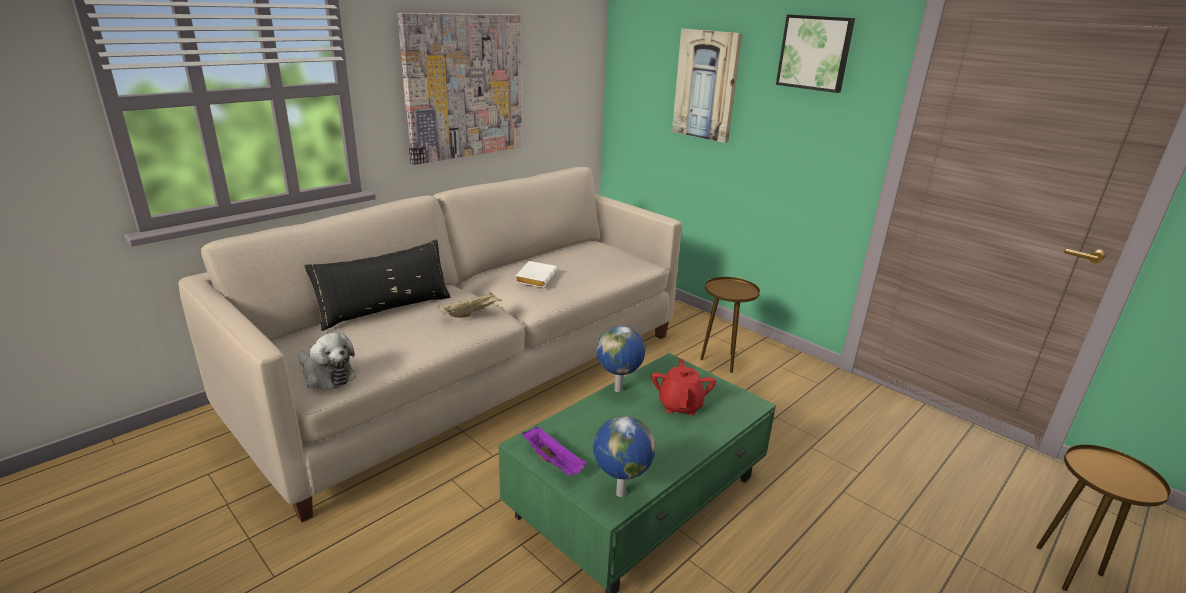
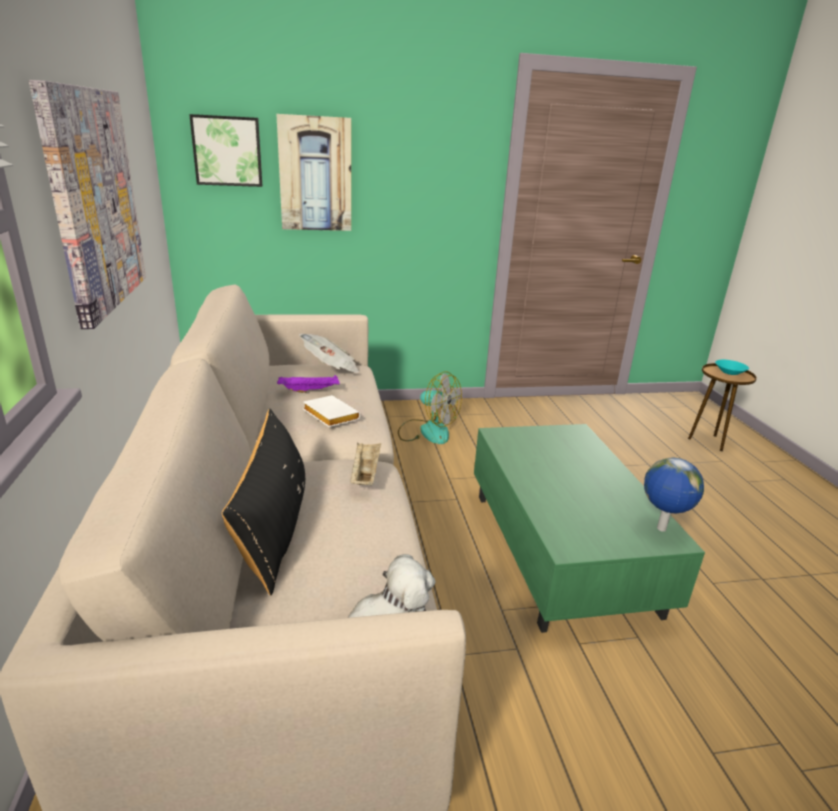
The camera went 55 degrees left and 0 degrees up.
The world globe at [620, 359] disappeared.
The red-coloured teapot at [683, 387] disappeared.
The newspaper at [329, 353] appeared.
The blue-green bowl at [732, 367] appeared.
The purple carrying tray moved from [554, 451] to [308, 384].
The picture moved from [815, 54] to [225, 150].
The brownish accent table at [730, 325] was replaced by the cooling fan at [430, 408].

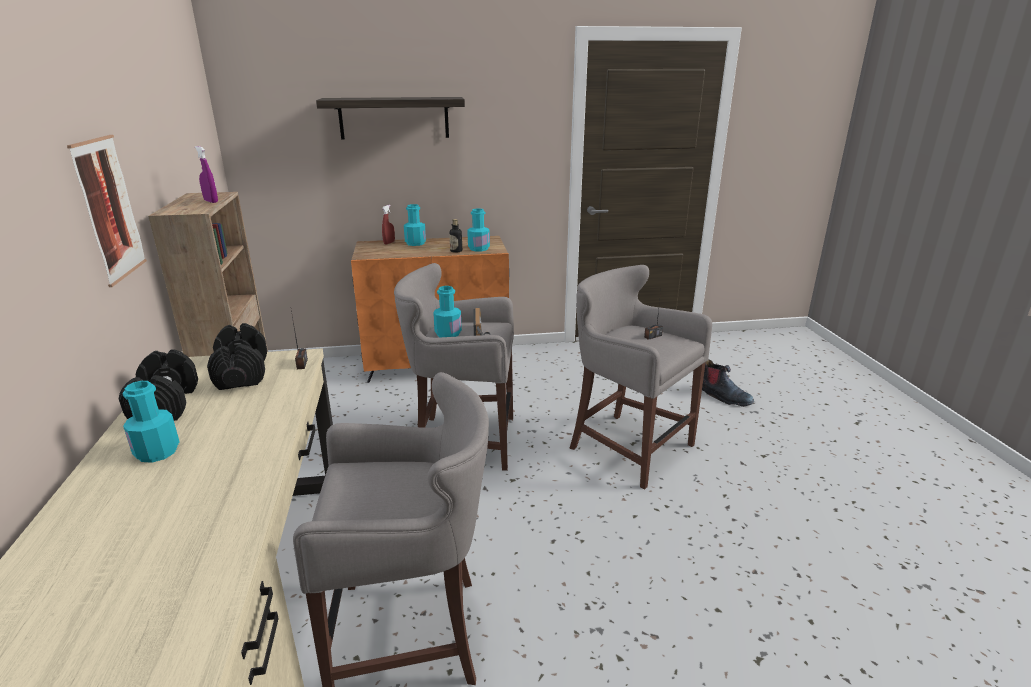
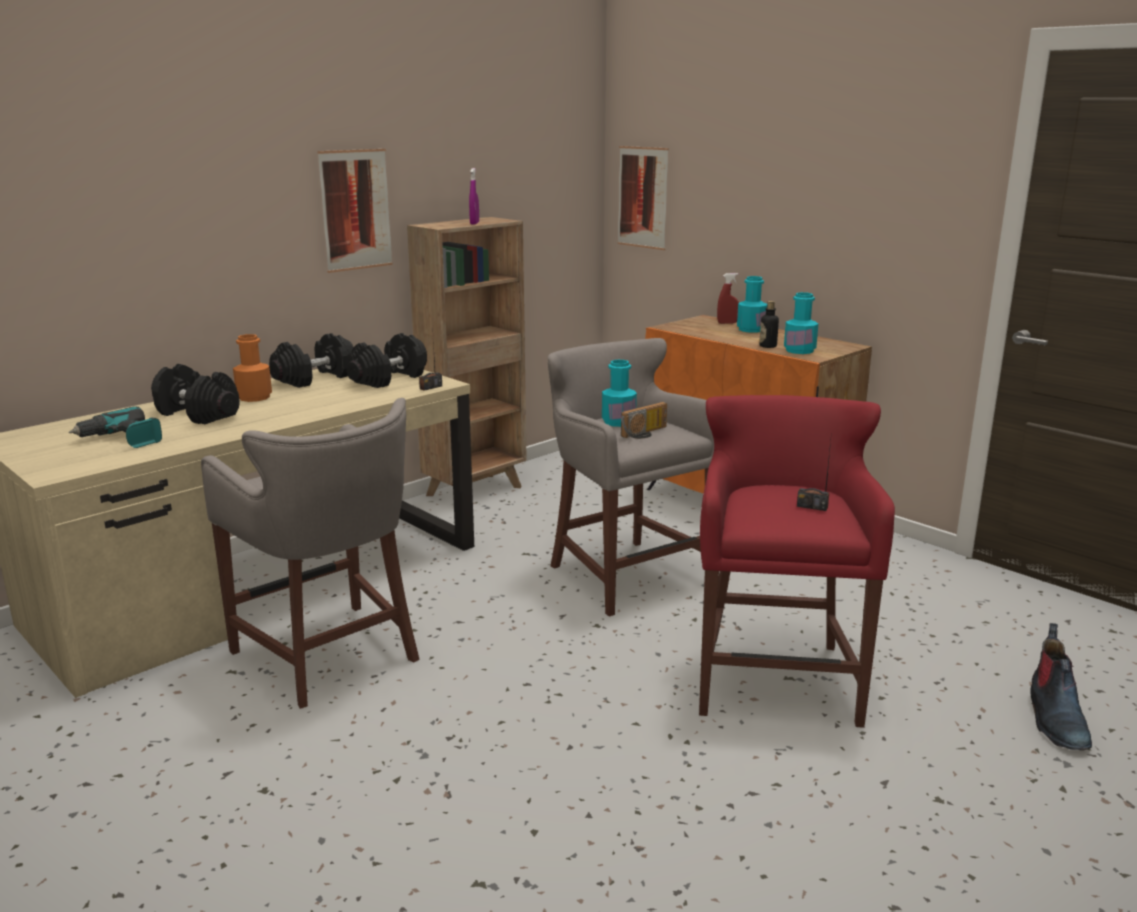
The camera went 55 degrees right and 5 degrees down.
The shelf at [390, 118] disappeared.
The drill at [115, 427] appeared.
The black-coloured dumbbell at [195, 394] appeared.
The picture at [643, 198] appeared.
The blue-green bottle at [151, 422] became the orangey bottle at [252, 368].
The greyish stool seat at [640, 377] became the red-coloured stool seat at [797, 561].

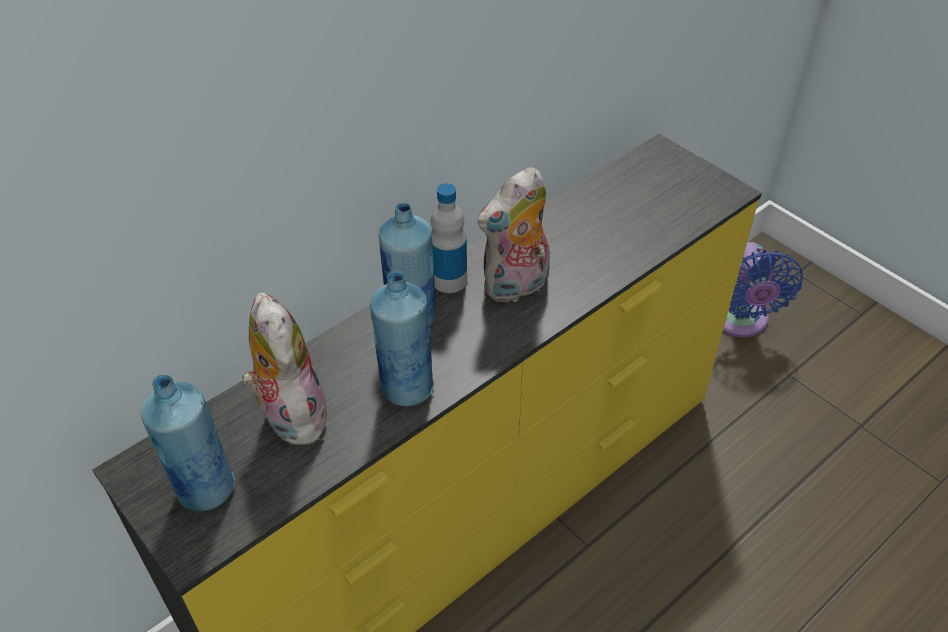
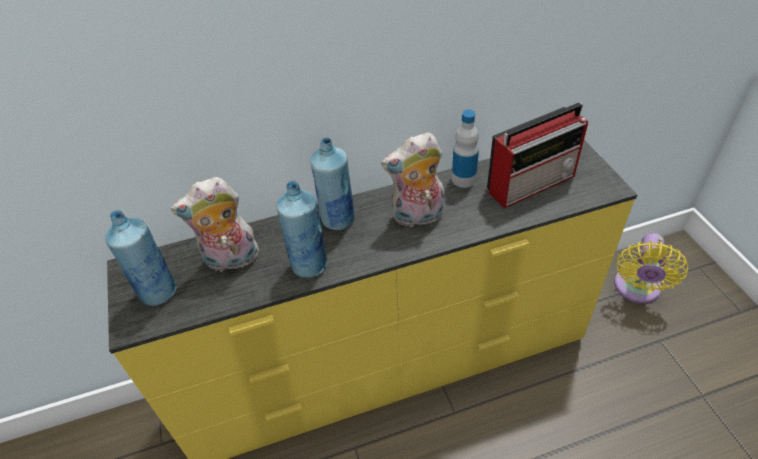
The camera went 25 degrees right and 0 degrees up.
The radio receiver at [537, 155] appeared.
The bottle moved from [449, 238] to [465, 149].
The bluish cooling fan at [763, 289] became the yellowish cooling fan at [651, 268].
The cuddly toy at [285, 368] turned 105 degrees counterclockwise.

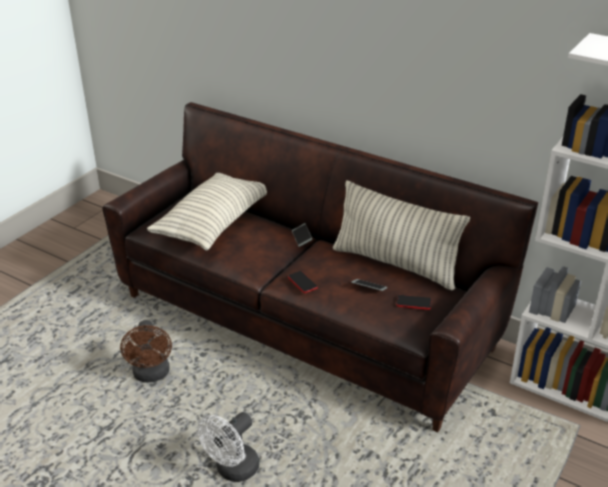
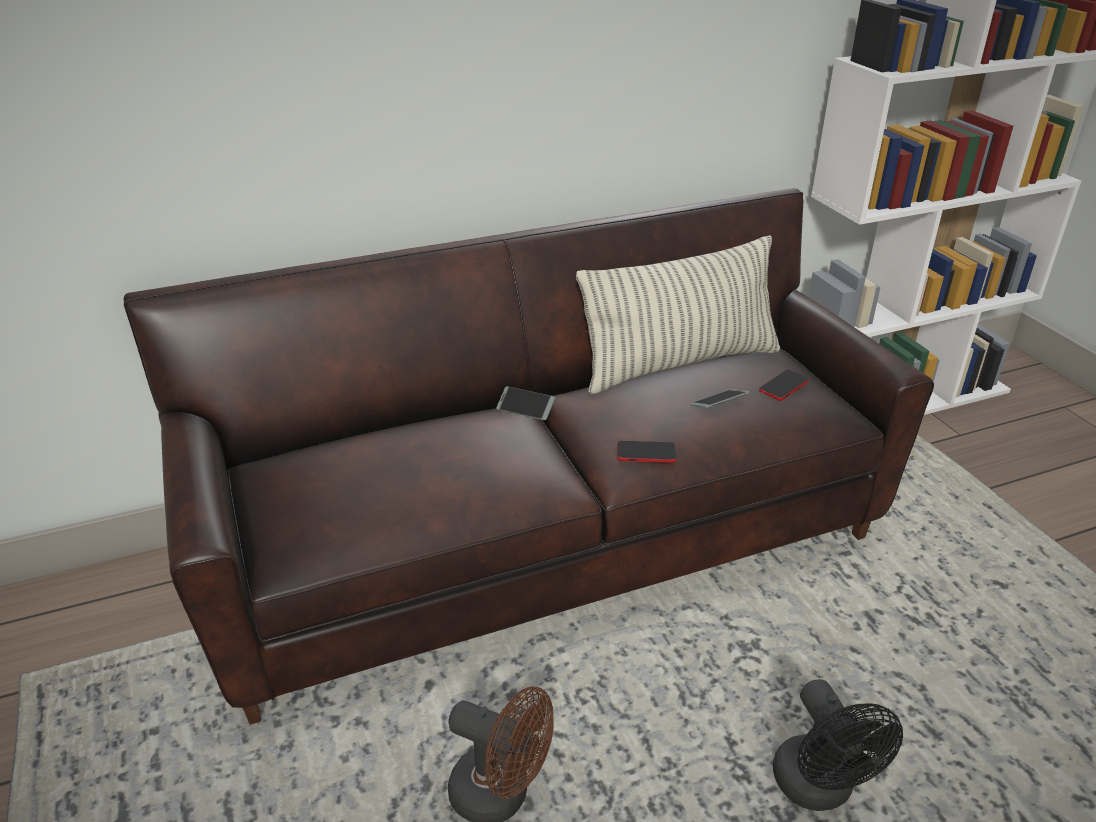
The camera went 55 degrees left and 0 degrees up.
The throw pillow at [207, 212] disappeared.
The white-coloured cooling fan at [228, 447] became the black-coloured cooling fan at [838, 745].

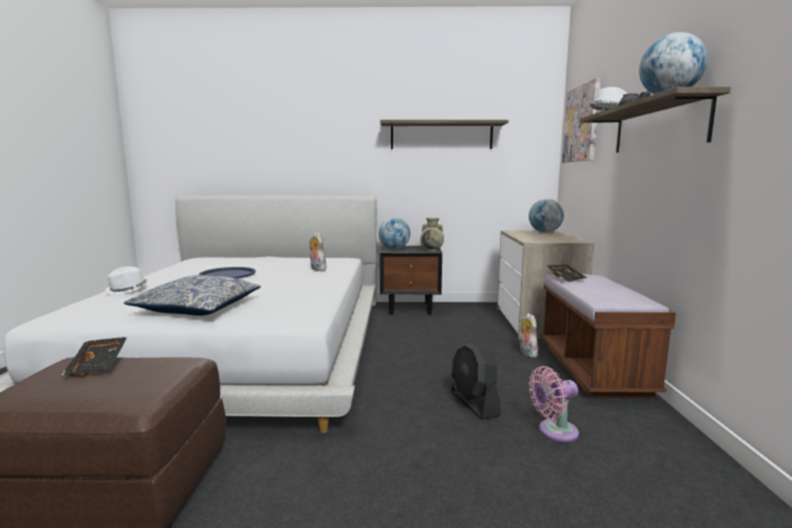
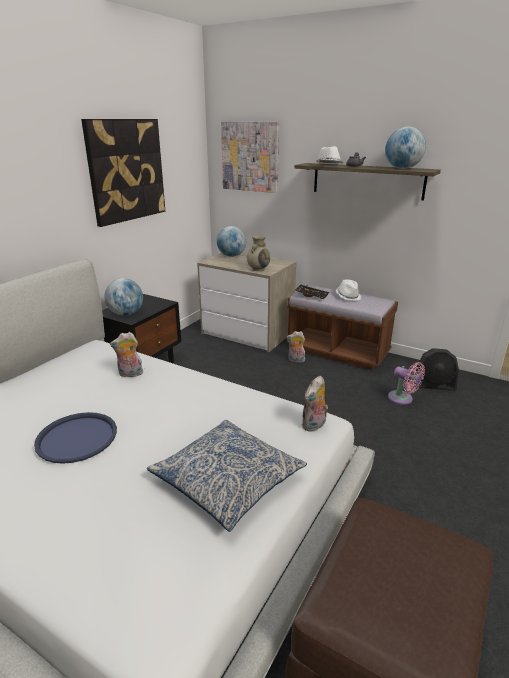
The camera went 60 degrees left and 15 degrees up.
The black-coloured carrying tray at [94, 357] disappeared.
The cuddly toy at [315, 403] appeared.
The white-coloured hat moved from [125, 280] to [348, 290].
The beige-coloured decorative vase moved from [432, 235] to [258, 253].
The black-coloured cooling fan moved from [476, 381] to [436, 369].
The shelf at [444, 134] was replaced by the picture at [123, 173].
The pink-coloured cooling fan at [554, 404] turned 60 degrees counterclockwise.

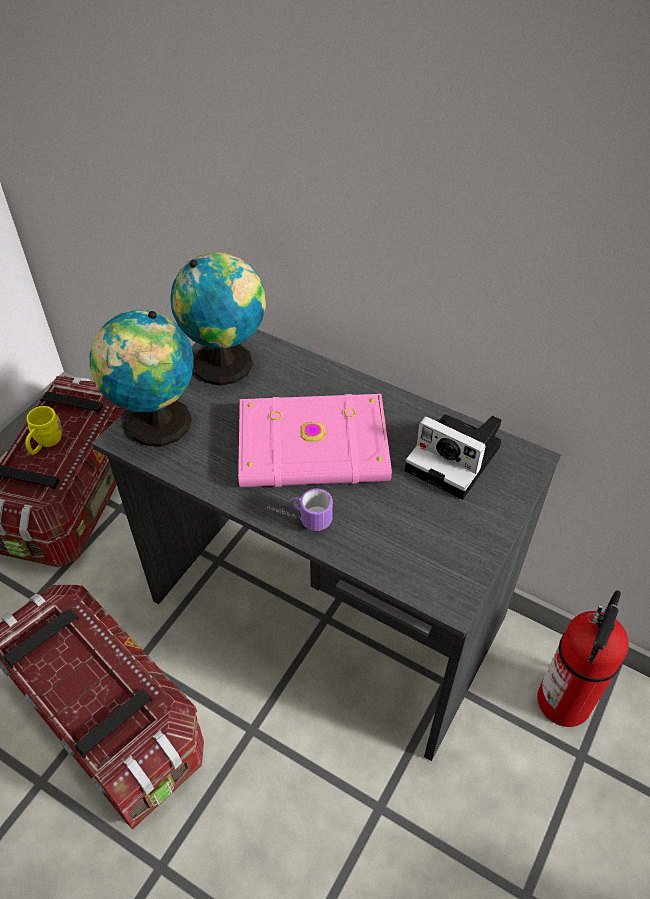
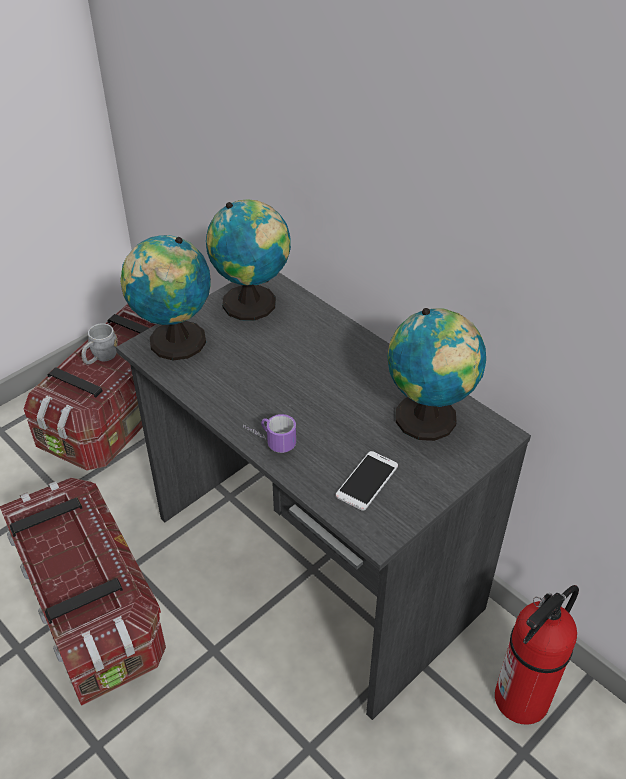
The camera went 15 degrees right and 5 degrees down.
The pink-coloured bound book at [315, 440] disappeared.
The phone at [367, 481] appeared.
The photo camera at [453, 457] was replaced by the world globe at [436, 374].
The yellowish coffee mug at [43, 430] became the greyish coffee mug at [99, 344].

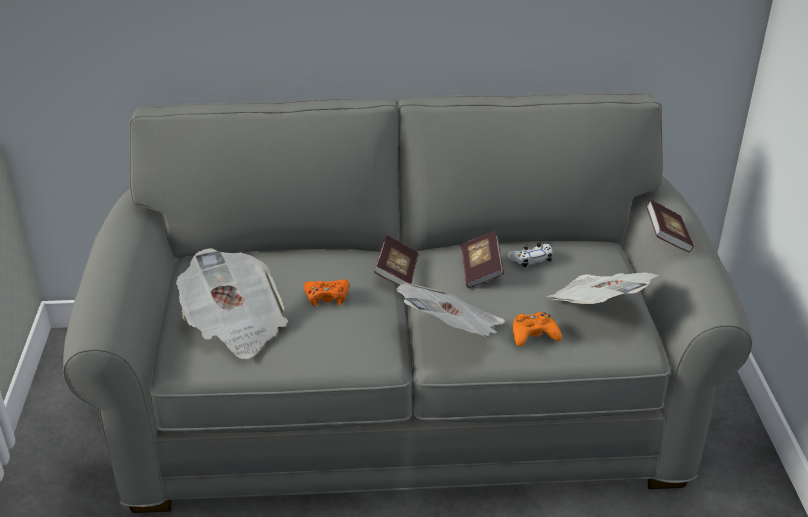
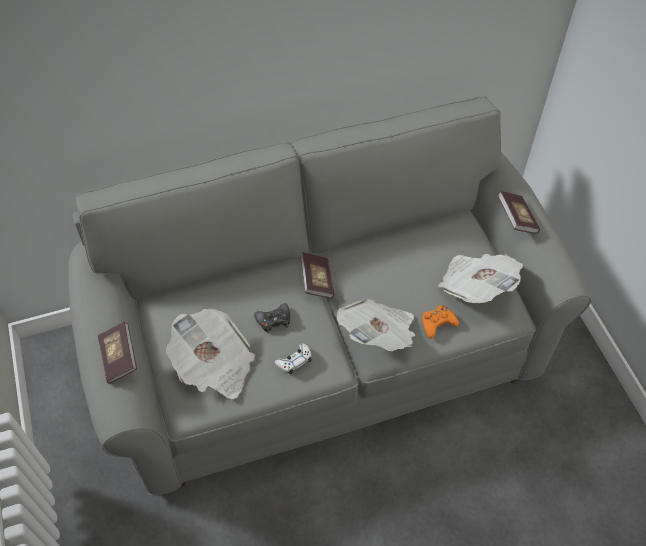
The camera went 15 degrees left and 20 degrees up.
The bound book moved from [482, 259] to [117, 353].
The white-coloured gamepad moved from [530, 255] to [293, 358].
The orangey gamepad at [326, 293] became the black-coloured gamepad at [272, 318].

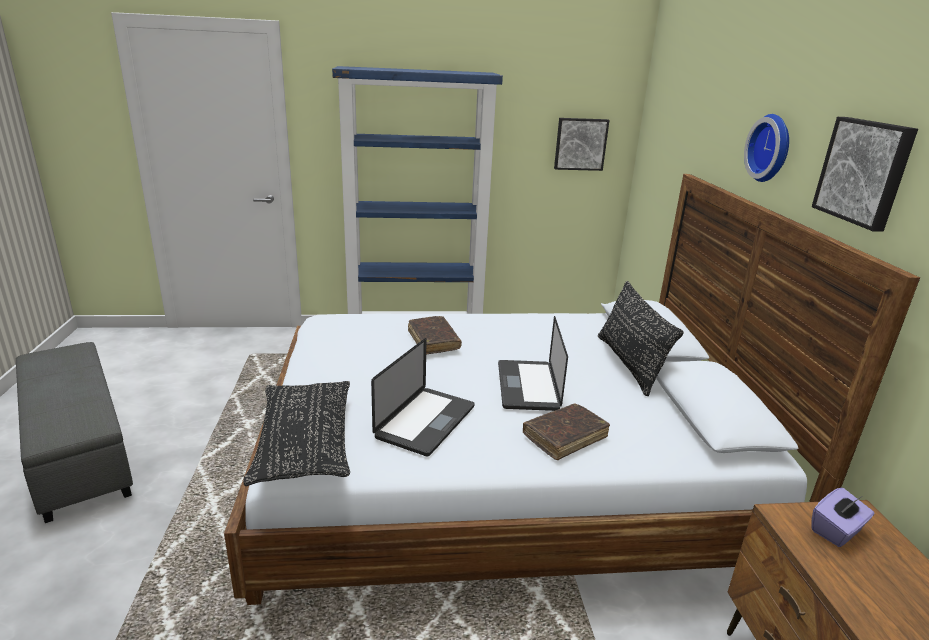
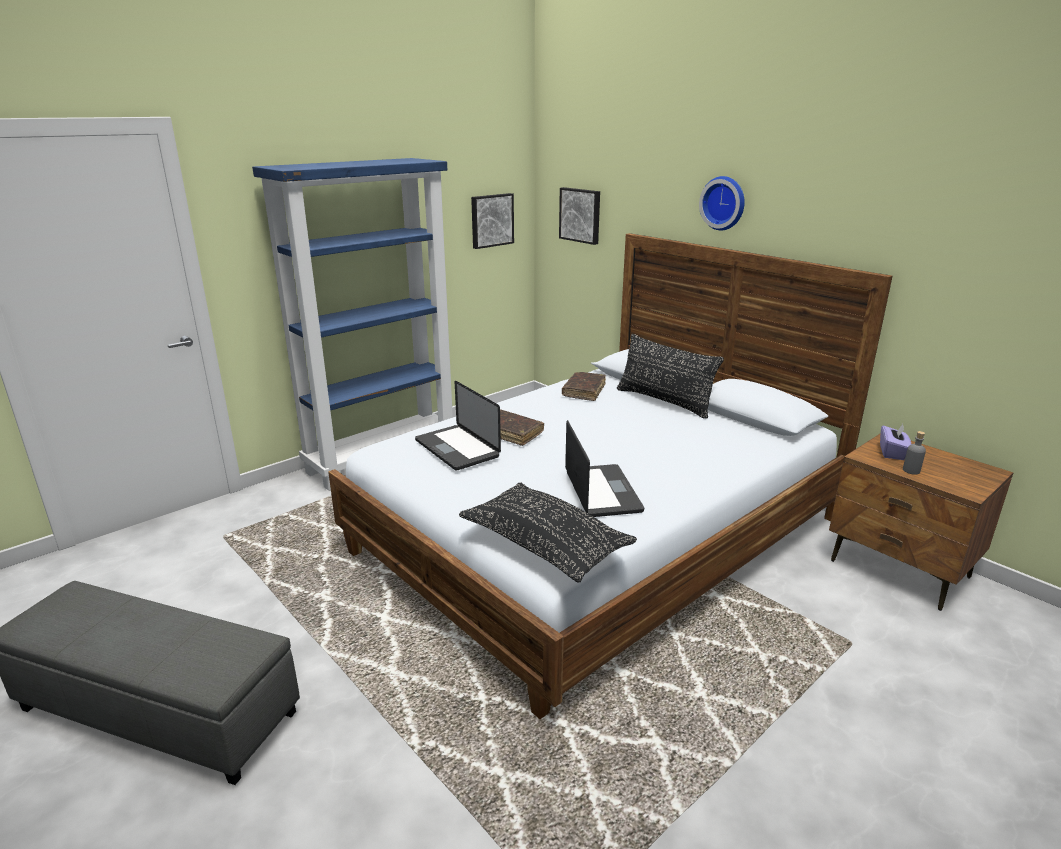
The camera went 35 degrees left and 0 degrees up.
The greyish bottle at [914, 453] appeared.
The notebook computer moved from [533, 363] to [458, 426].
The brownish bound book moved from [566, 432] to [584, 386].
The picture moved from [865, 174] to [579, 216].

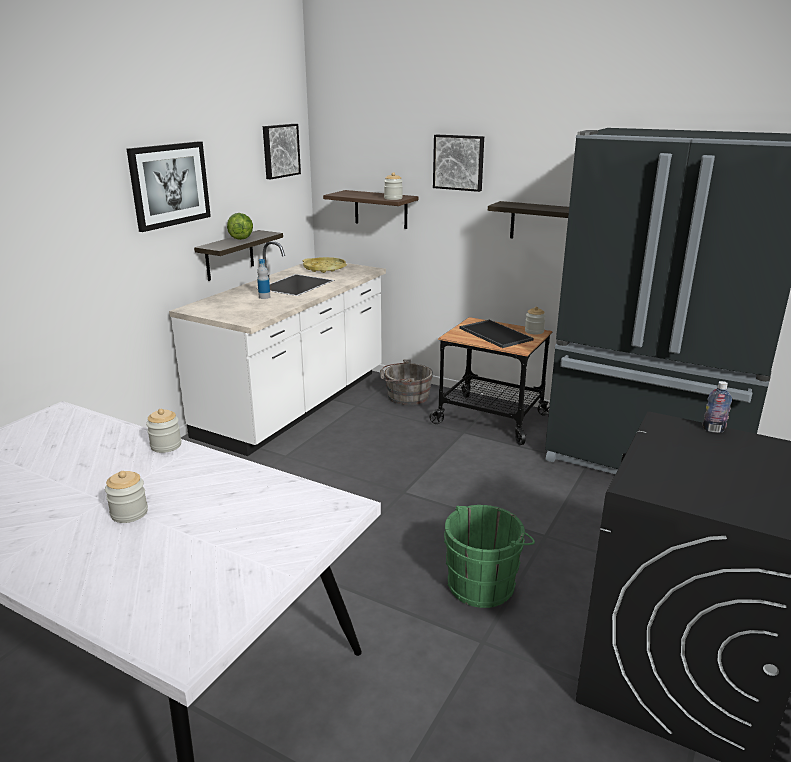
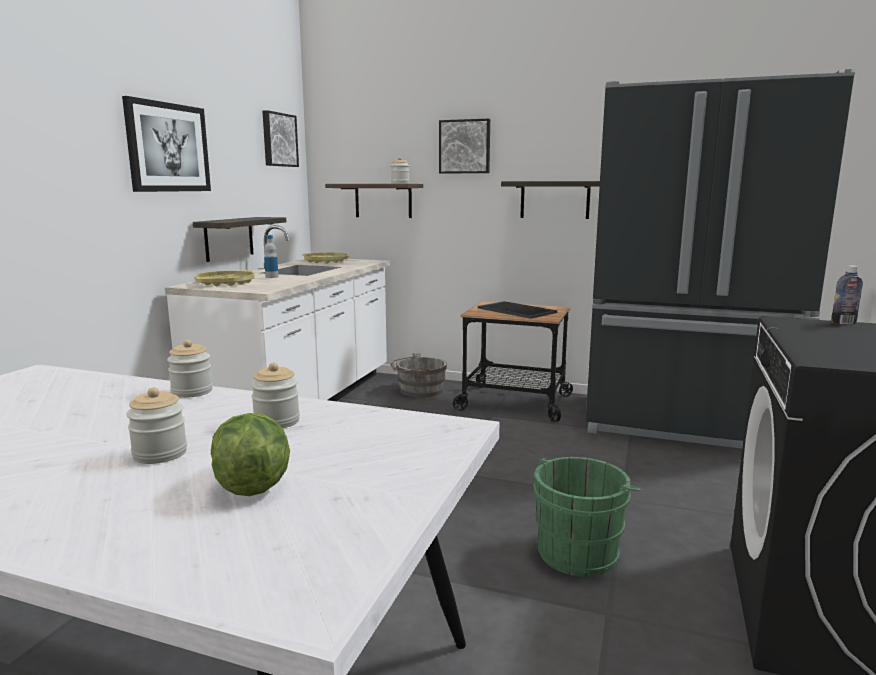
The camera went 10 degrees left and 10 degrees down.
The yellowish carrying tray at [224, 278] appeared.
The lettuce head moved from [240, 226] to [250, 454].
The storage jar moved from [535, 321] to [275, 395].

